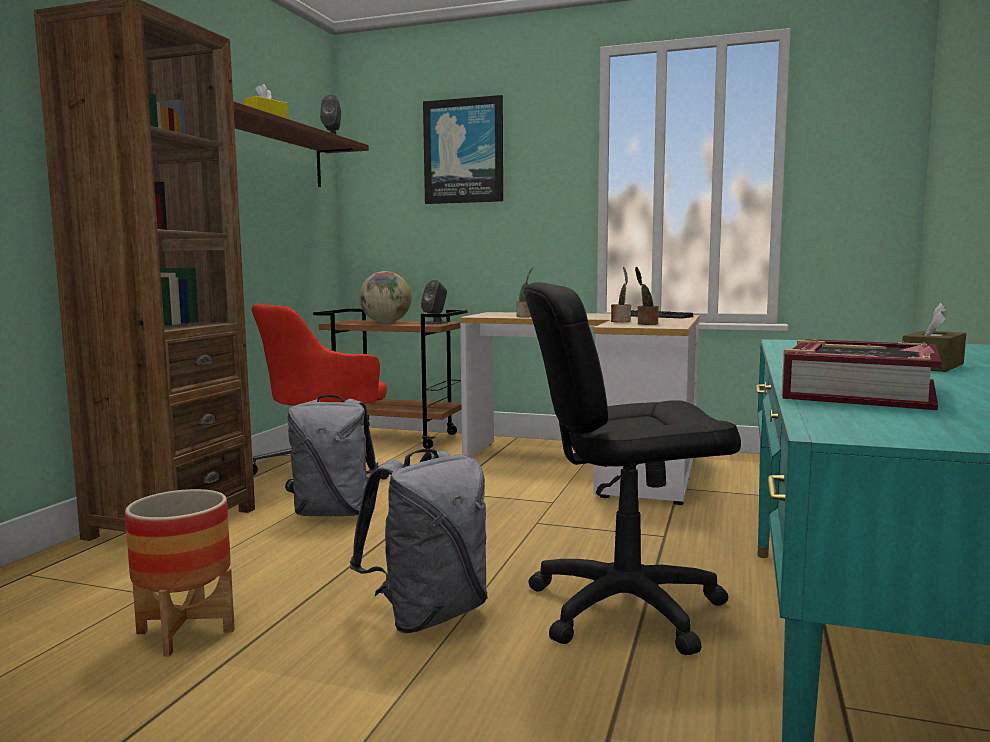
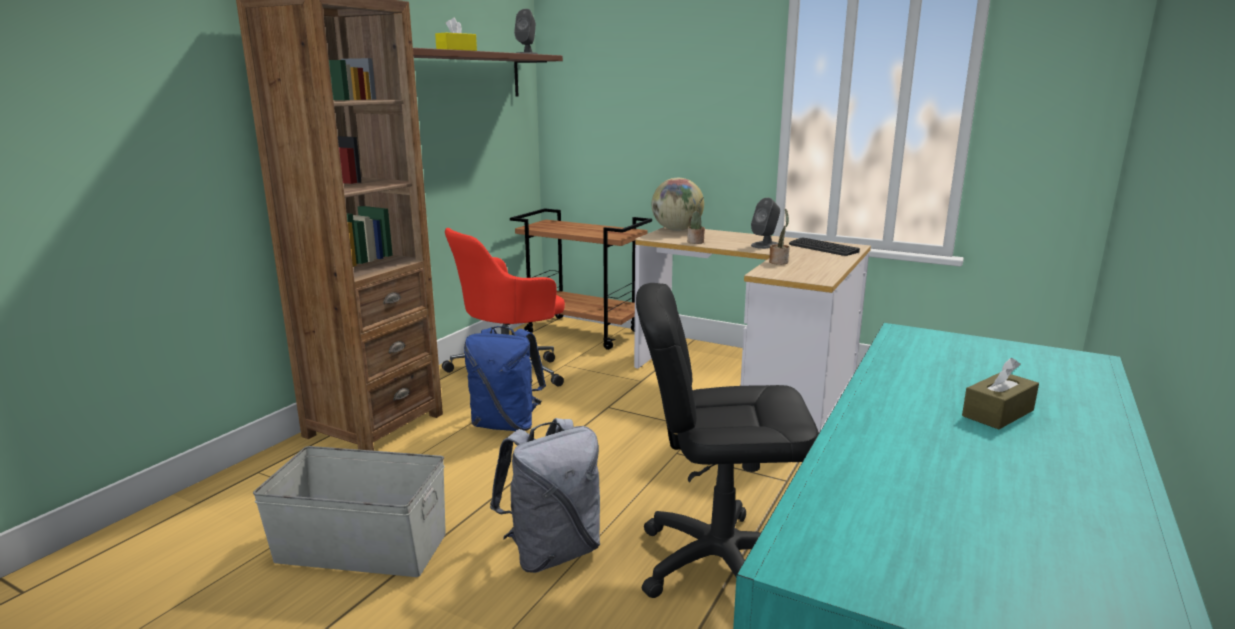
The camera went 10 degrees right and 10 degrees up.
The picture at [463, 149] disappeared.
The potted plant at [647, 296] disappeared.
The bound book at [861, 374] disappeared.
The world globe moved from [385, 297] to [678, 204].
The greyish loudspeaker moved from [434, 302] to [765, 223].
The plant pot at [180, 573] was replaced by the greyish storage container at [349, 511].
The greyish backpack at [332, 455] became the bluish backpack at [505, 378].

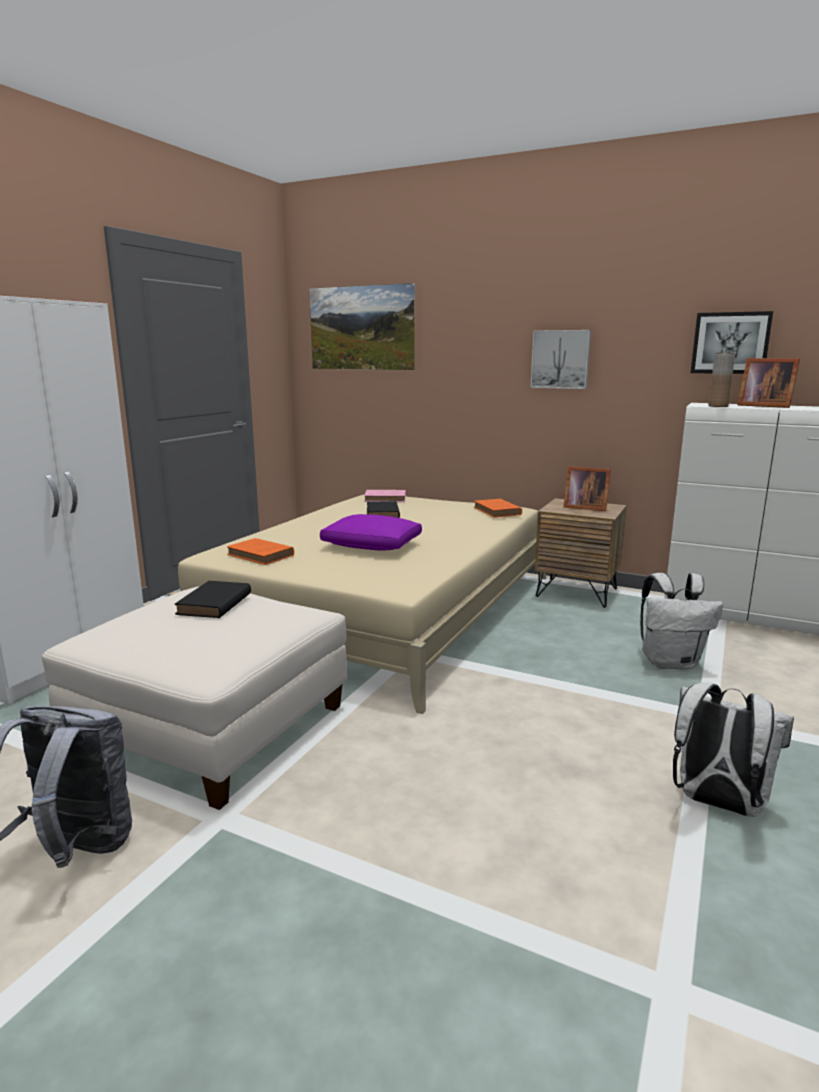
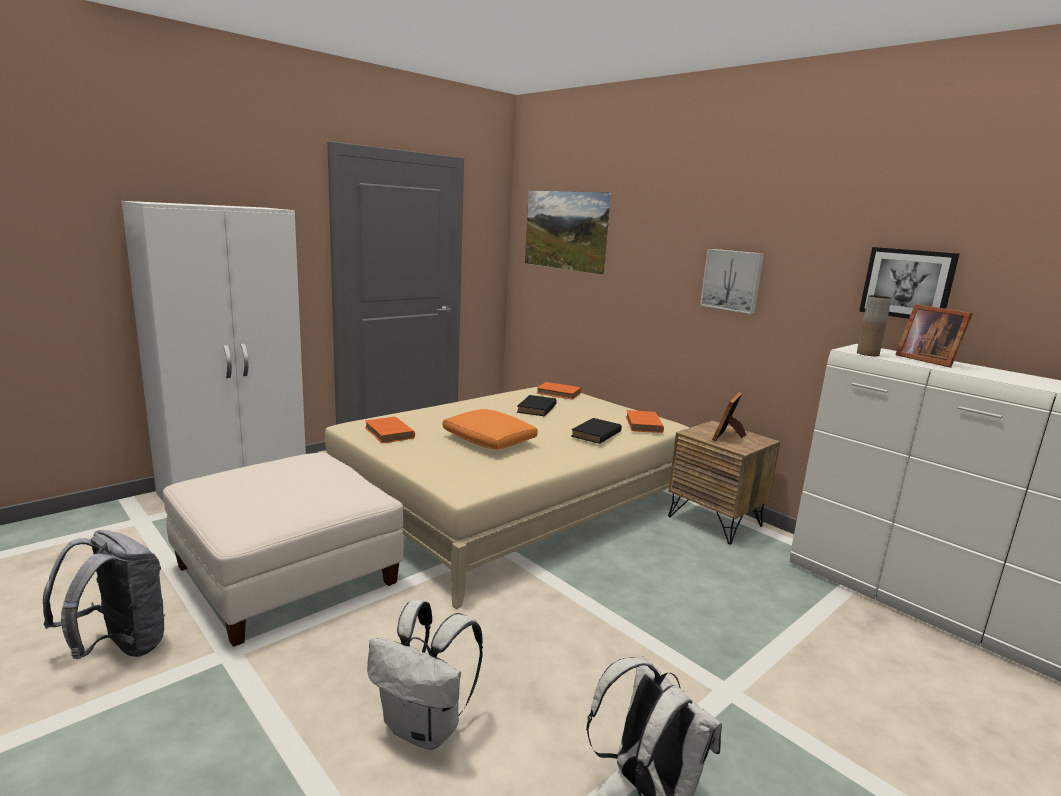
The camera went 20 degrees right and 0 degrees up.
The black-coloured bound book moved from [212, 599] to [596, 431].
The white-coloured backpack moved from [681, 621] to [425, 674].
The purple throw pillow at [371, 532] became the orangey throw pillow at [490, 429].
The pink-coloured bound book at [385, 496] became the orangey bound book at [559, 391].
The standing frame at [587, 488] turned 75 degrees clockwise.

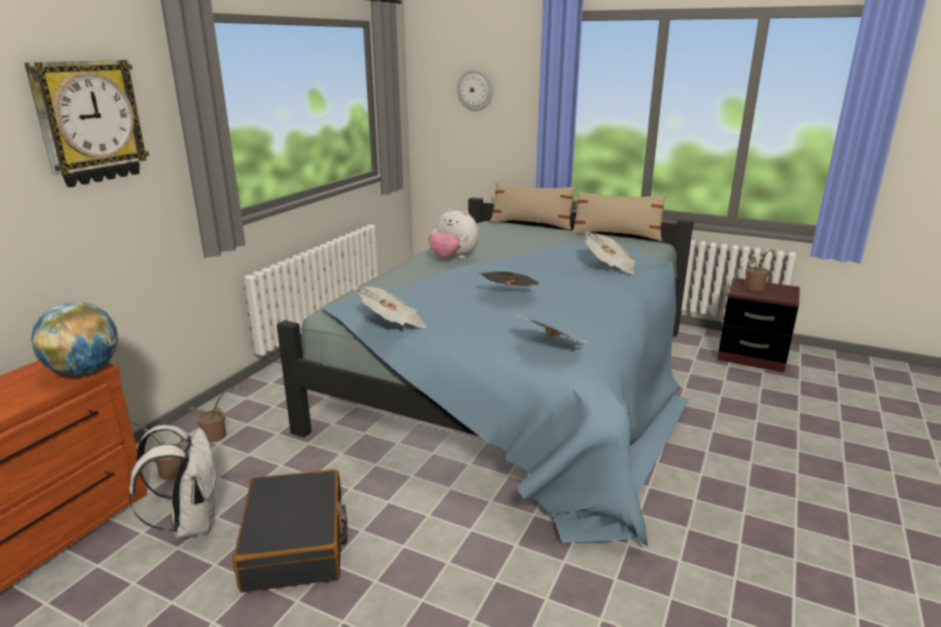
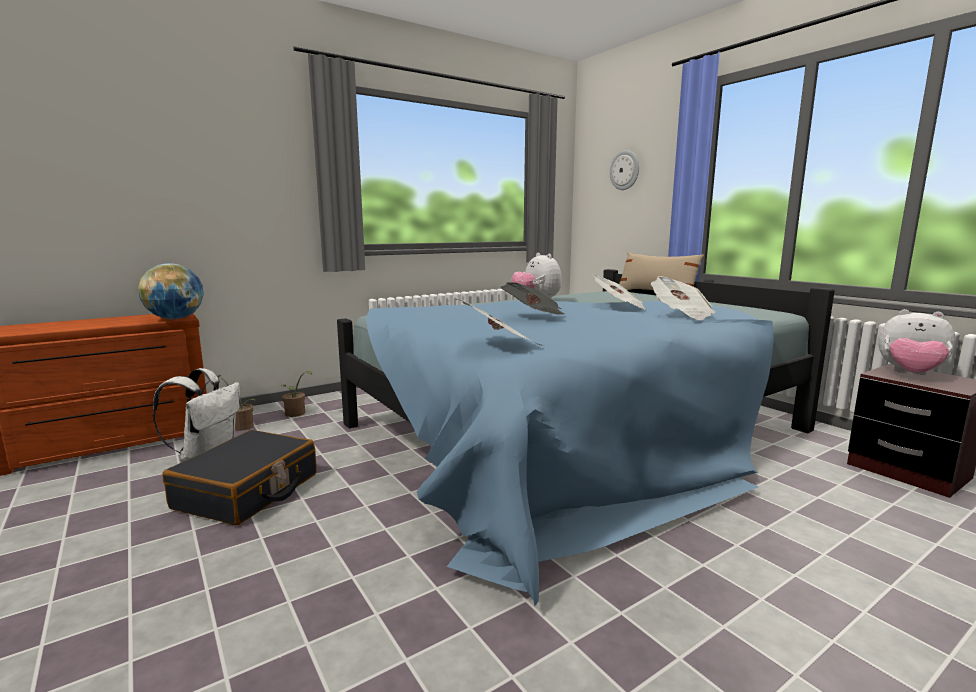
The camera went 30 degrees right and 10 degrees down.
The wall clock at [86, 123] disappeared.
The beige-coloured throw pillow at [619, 216] disappeared.
The newspaper moved from [390, 307] to [619, 292].
The potted plant at [759, 270] was replaced by the cuddly toy at [917, 342].

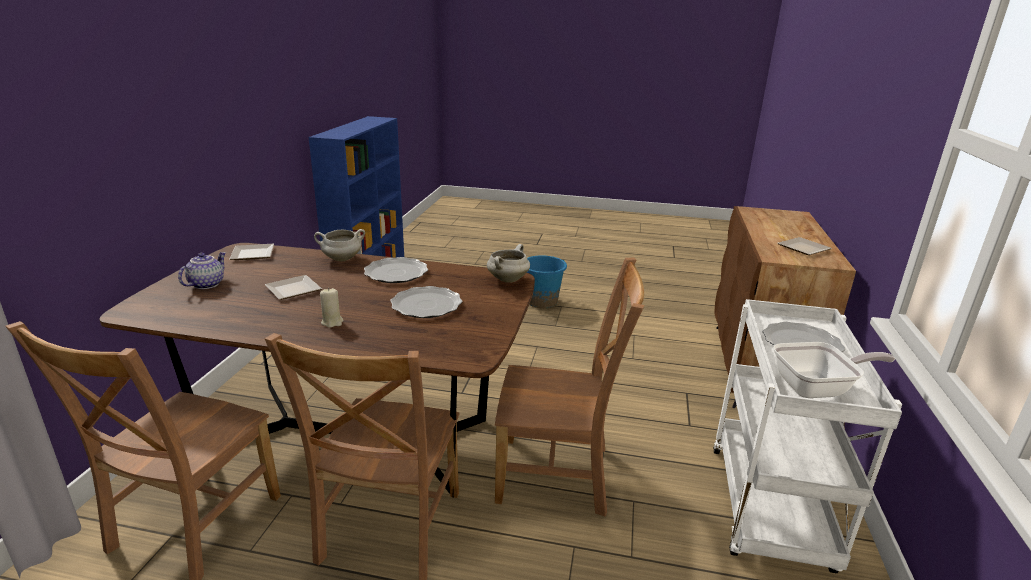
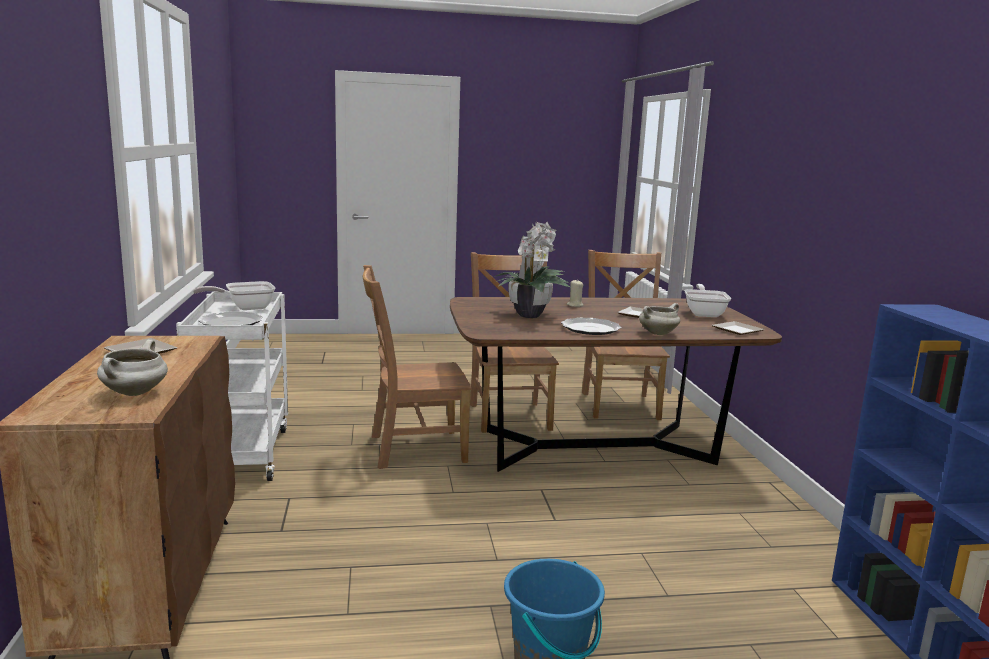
The camera went 160 degrees right and 10 degrees down.
The white-coloured stockpot moved from [508, 263] to [132, 368].
The teapot at [202, 270] was replaced by the frying pan at [707, 300].
The plate at [426, 302] was replaced by the potted plant at [533, 269].

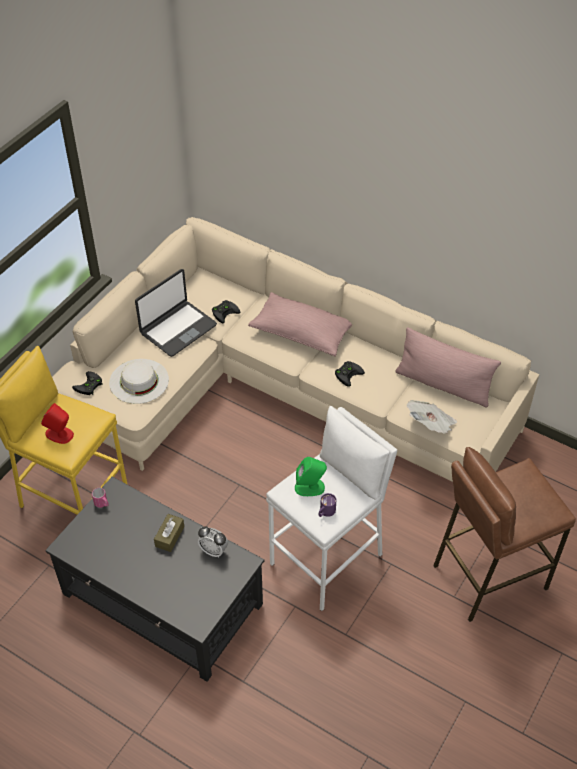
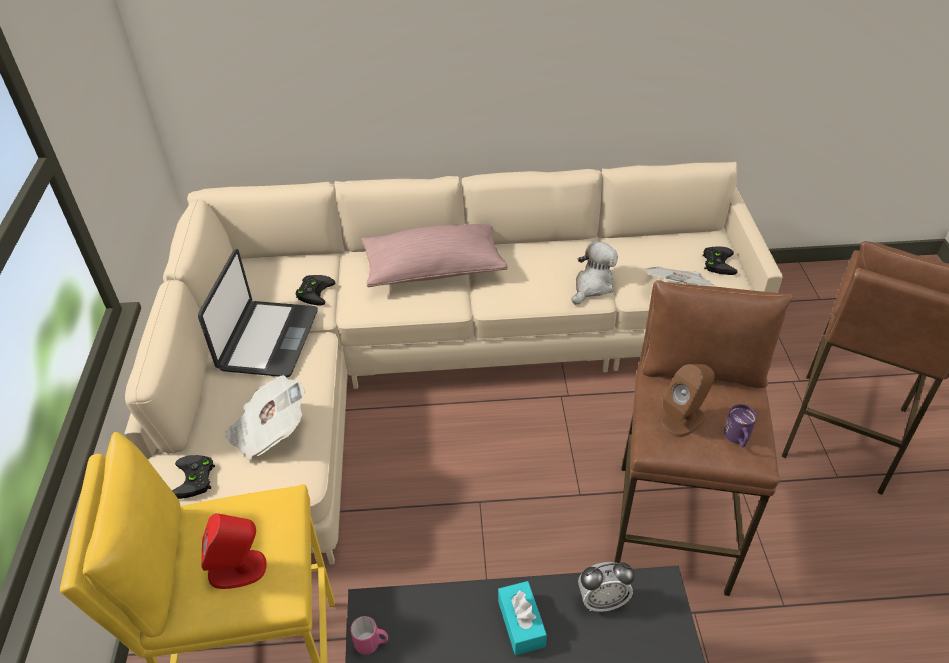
The camera went 35 degrees left and 5 degrees down.
The pink-coloured throw pillow at [448, 367] disappeared.
The cuddly toy at [595, 273] appeared.
The black-coloured gamepad moved from [350, 374] to [720, 260].
The white-coloured hat at [139, 381] was replaced by the newspaper at [265, 418].
The brownish tissue box at [169, 533] became the blue-green tissue box at [522, 618].
The white-coloured stool seat at [331, 508] became the brownish stool seat at [703, 438].
The greenish loudspeaker at [311, 476] became the brownish loudspeaker at [687, 400].

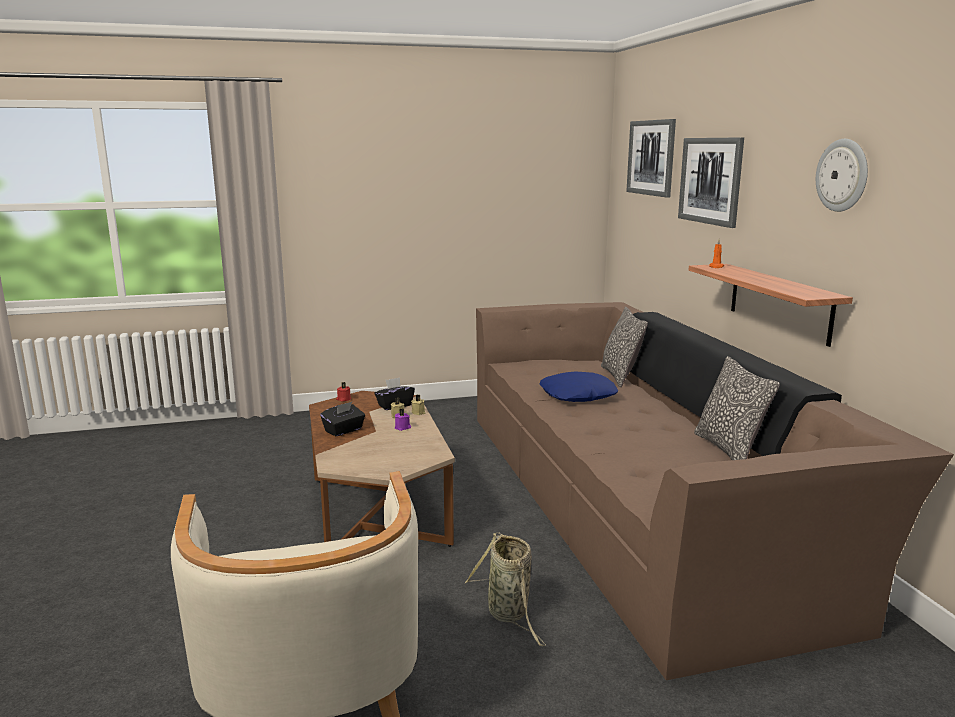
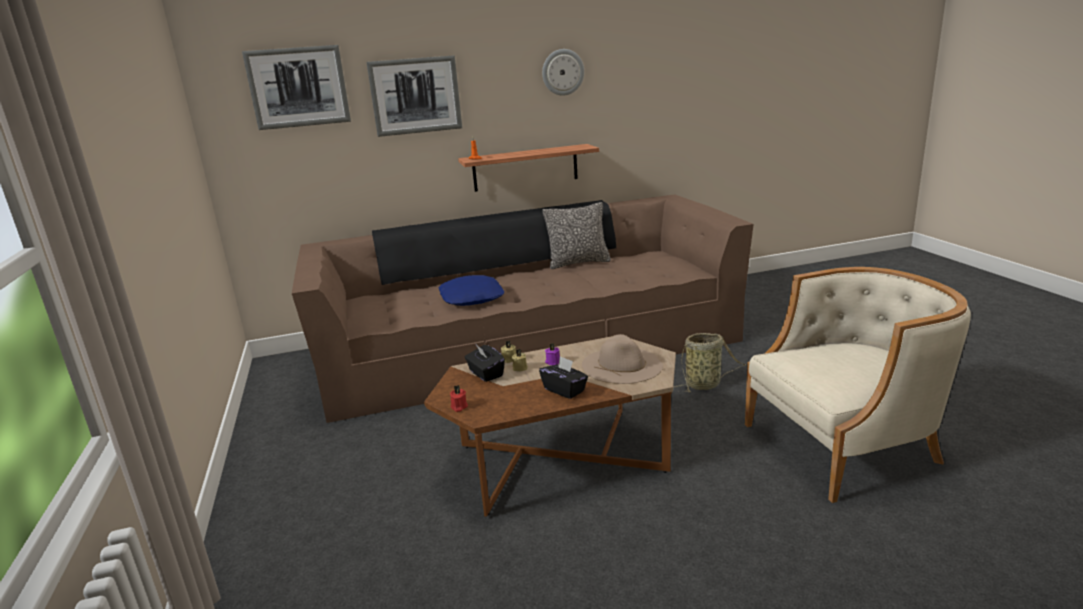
The camera went 90 degrees left and 5 degrees up.
The throw pillow at [624, 347] disappeared.
The beige-coloured hat at [622, 359] appeared.

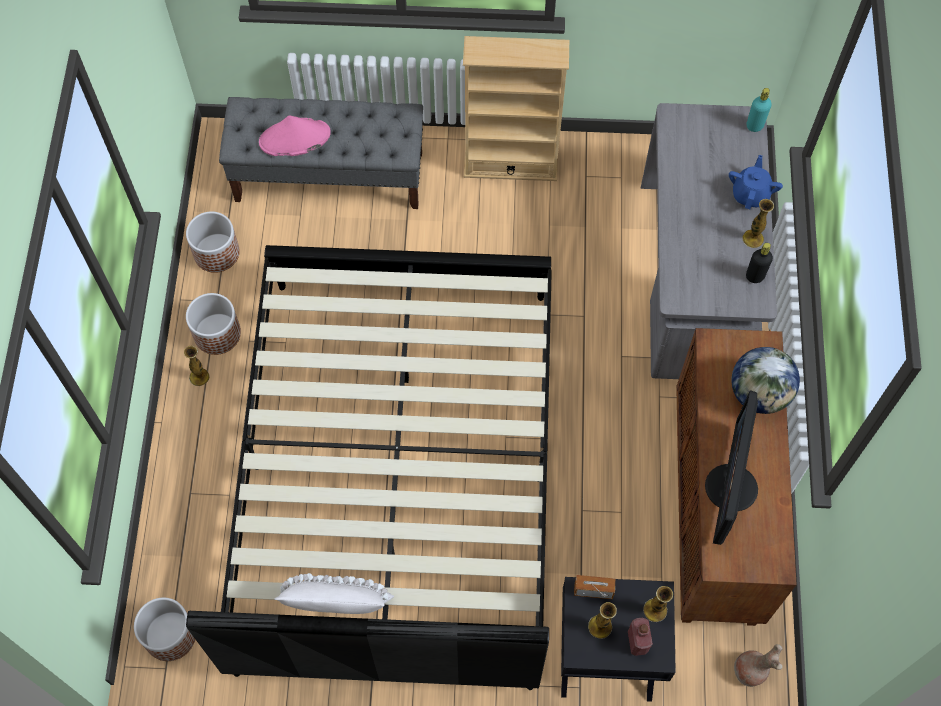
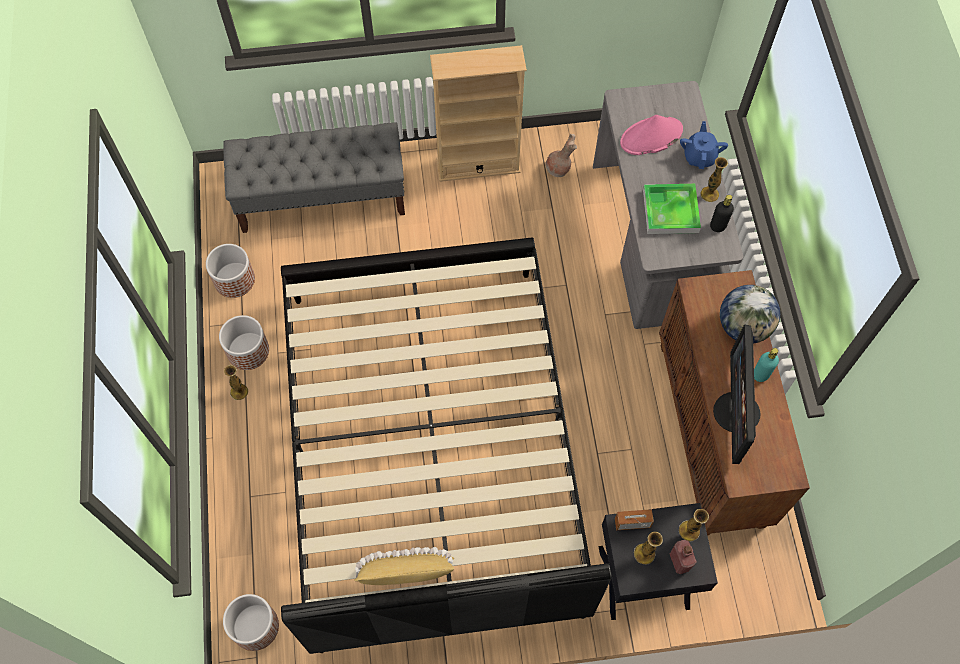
The camera went 10 degrees left and 0 degrees up.
The carrying tray at [672, 209] appeared.
The pink-coloured hat moved from [295, 135] to [651, 135].
The brownish decorative vase moved from [758, 665] to [561, 155].
The blue-green bottle moved from [759, 110] to [766, 365].
The white-coloured throw pillow at [334, 593] became the yellowish throw pillow at [404, 566].

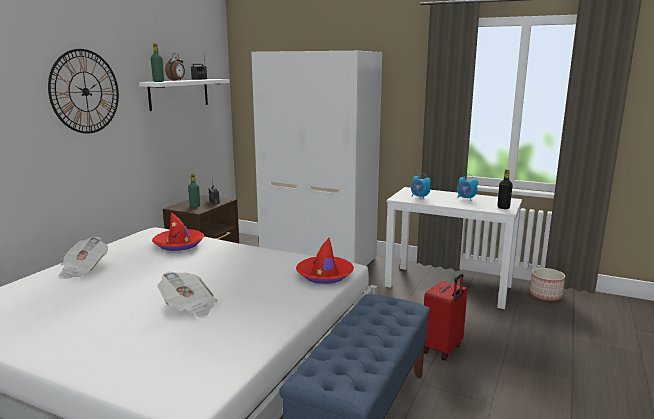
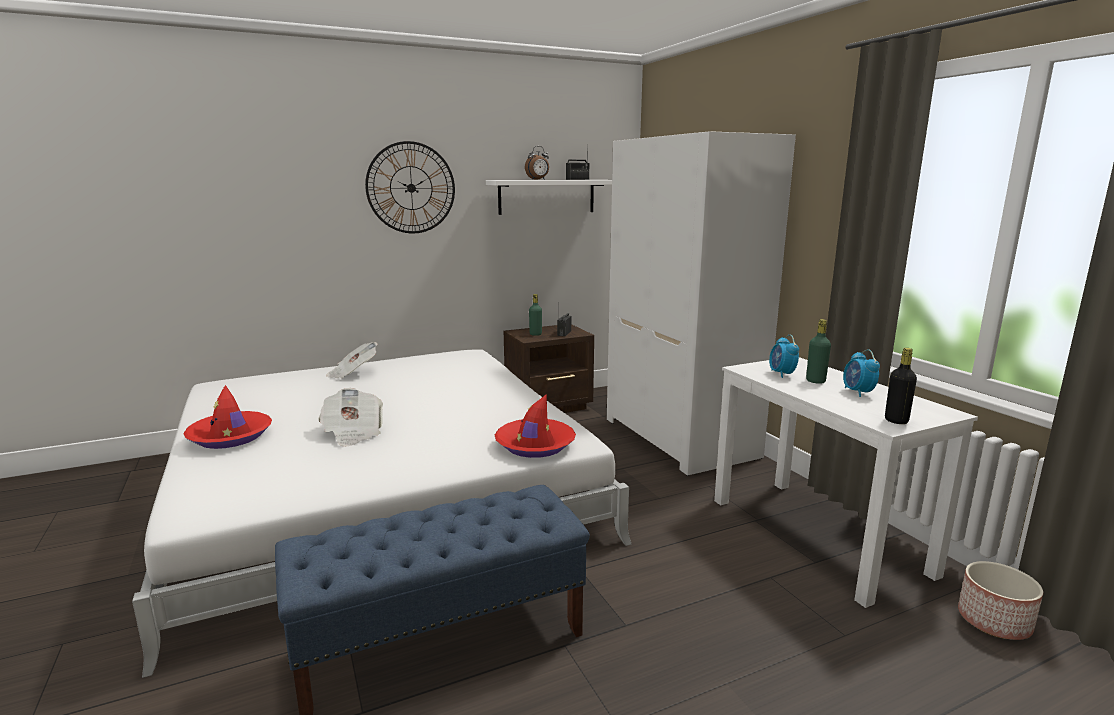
The camera went 40 degrees right and 0 degrees up.
The red-coloured suitcase at [446, 317] disappeared.
The greenish bottle moved from [157, 62] to [818, 351].
The red-coloured hat moved from [178, 231] to [227, 417].

